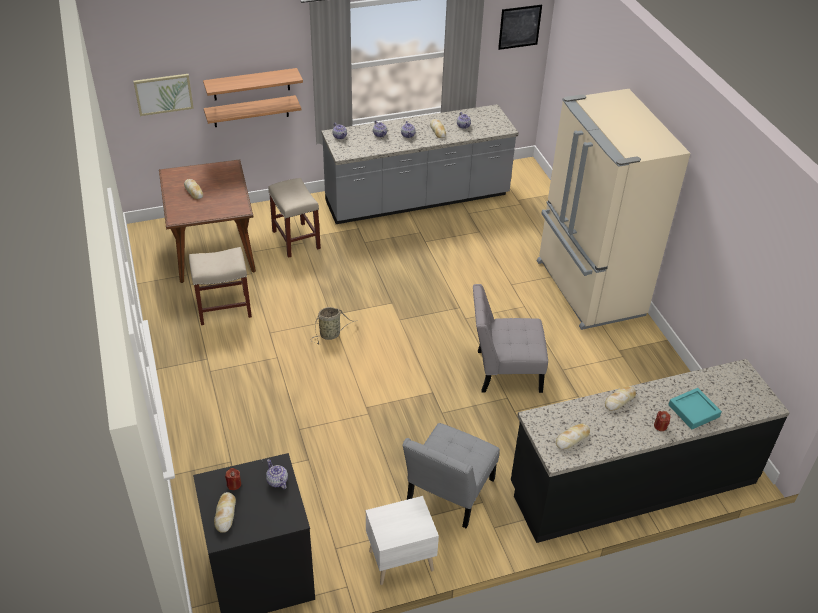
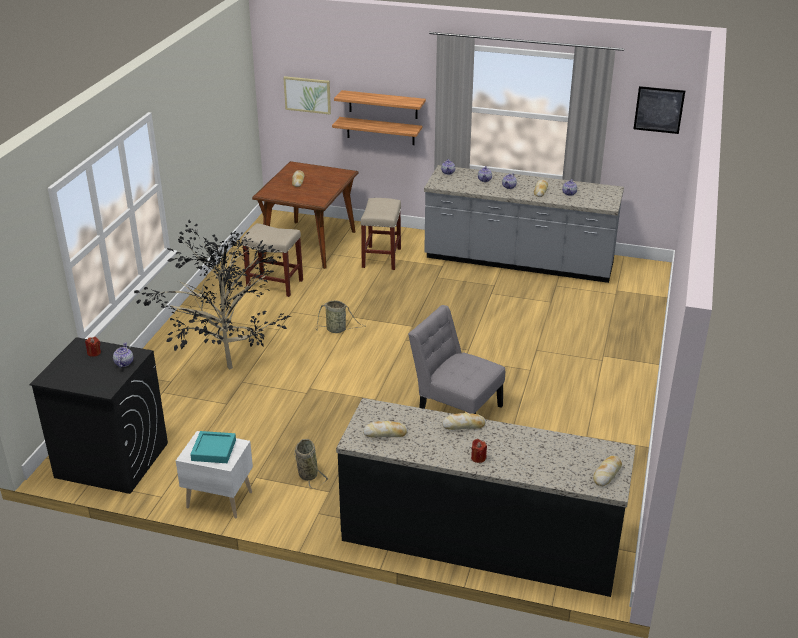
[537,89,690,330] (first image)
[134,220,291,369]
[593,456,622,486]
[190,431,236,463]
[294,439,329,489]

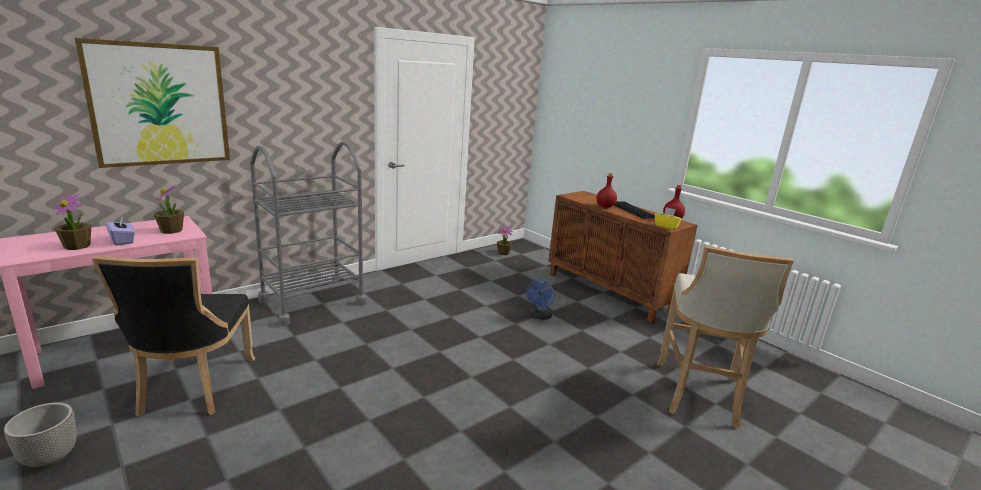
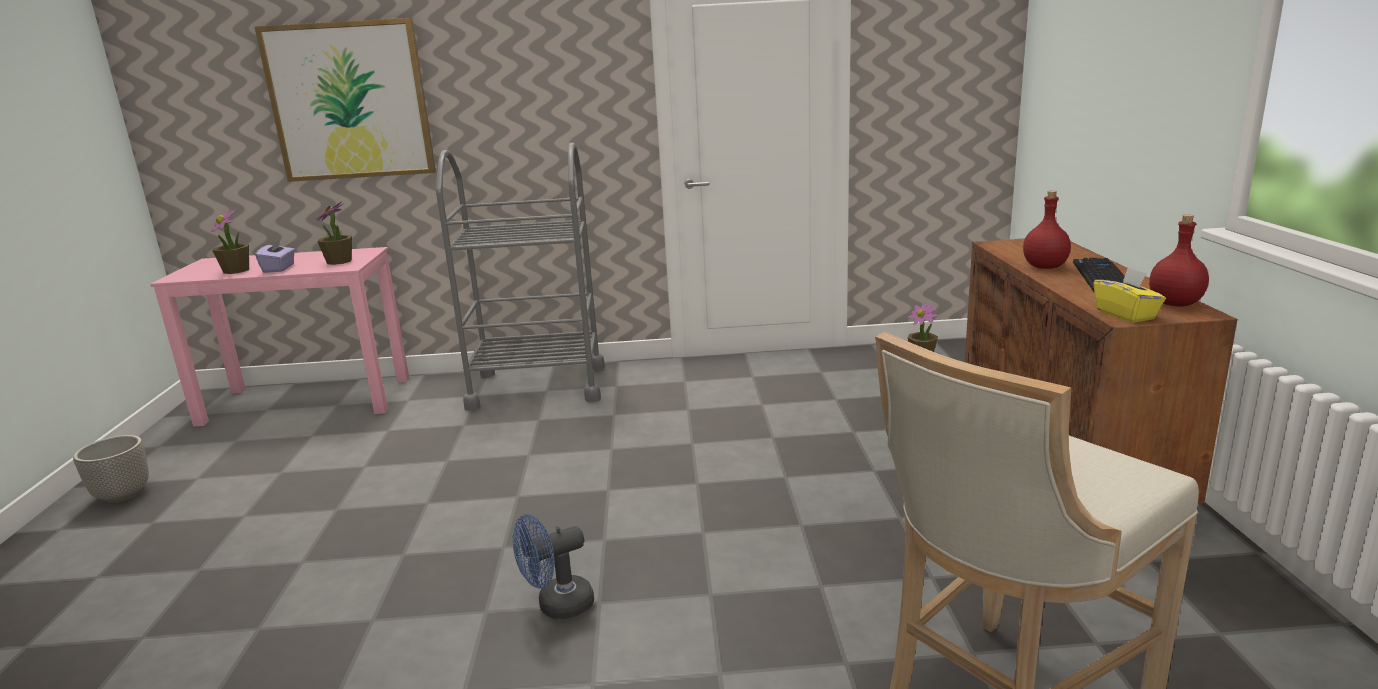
[92,256,255,417] (first image)
[512,514,594,619]

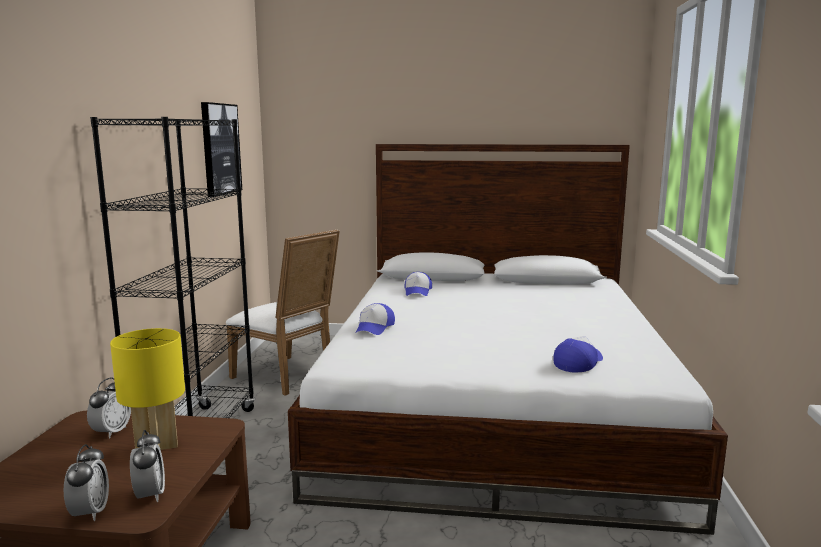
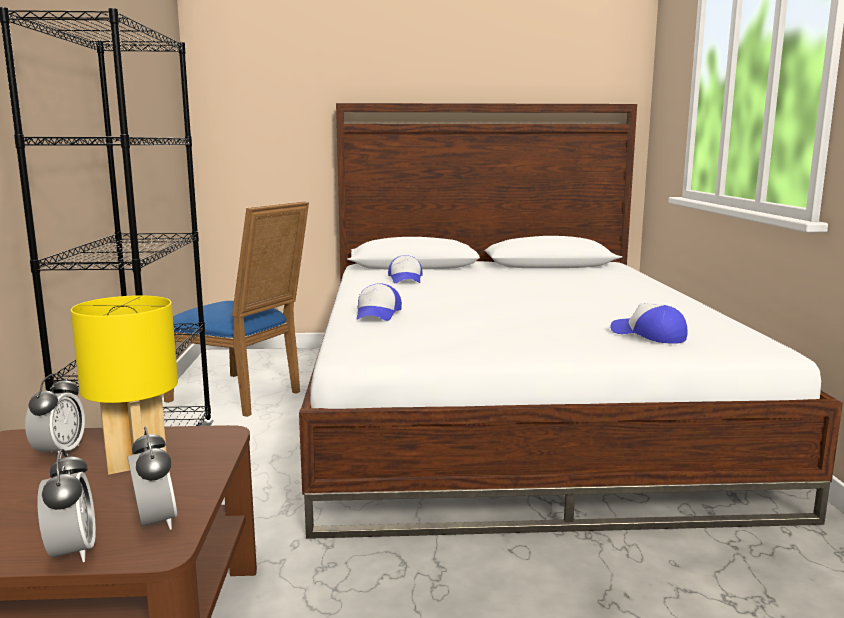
[201,102,242,197] (first image)
[164,201,309,417]
[610,303,688,344]

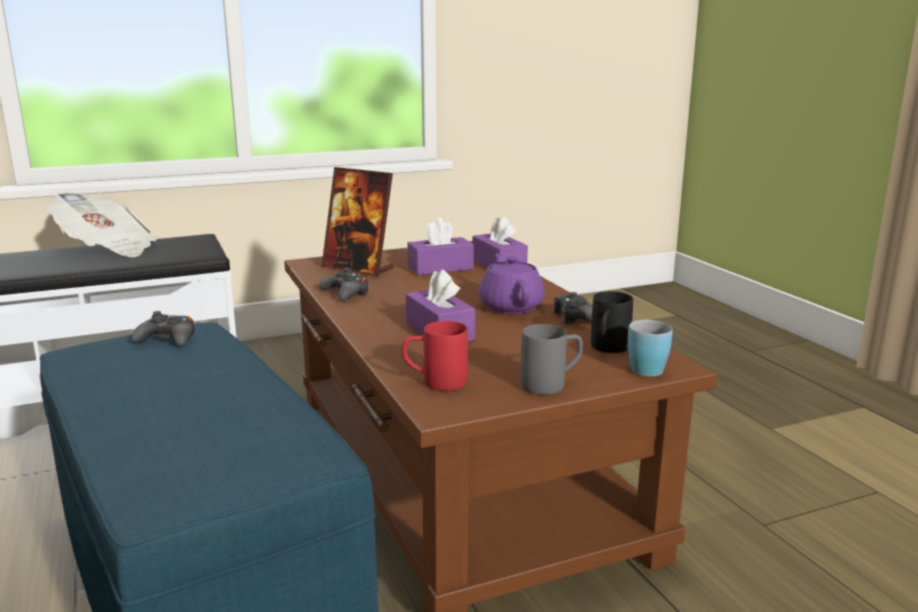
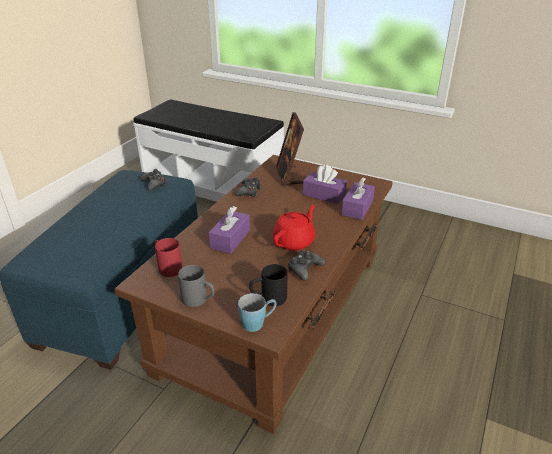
[47,192,157,257] (first image)
[273,205,315,251]

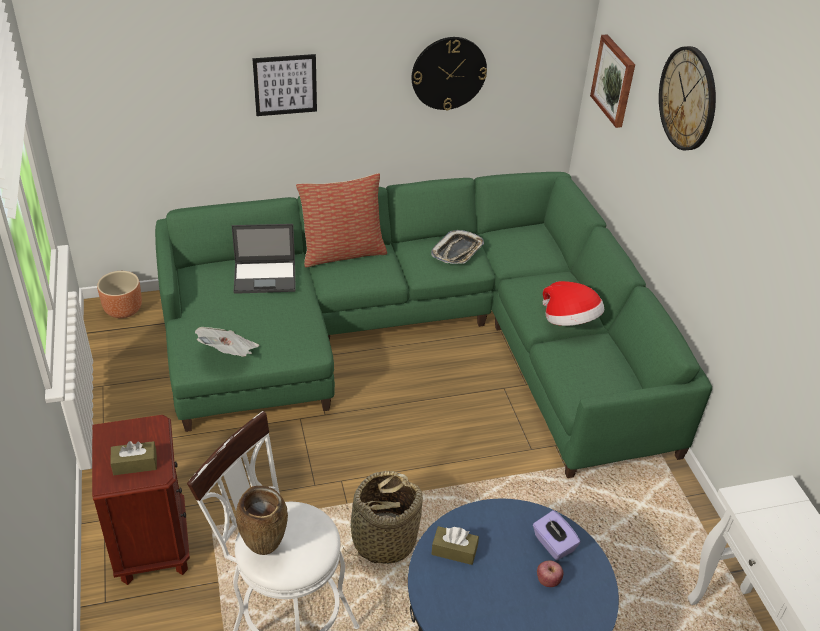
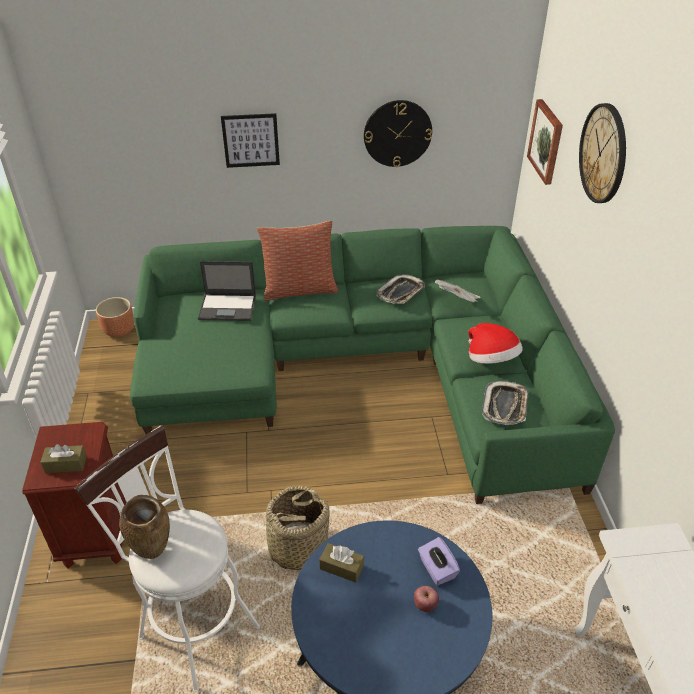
[482,381,529,425]
[435,280,481,303]

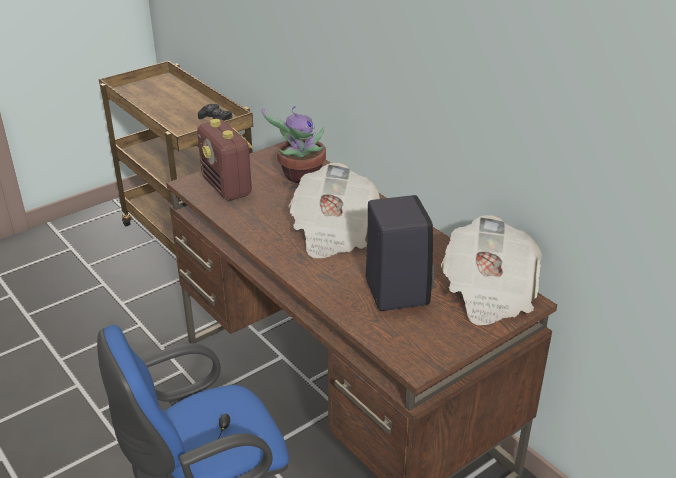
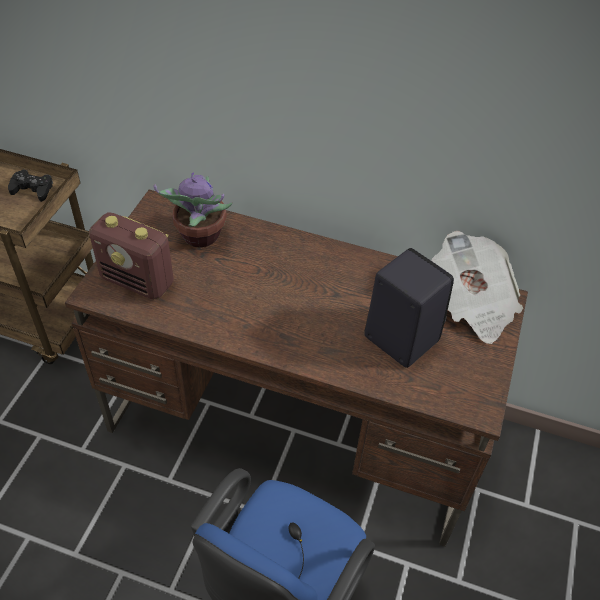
[289,163,380,258] (first image)

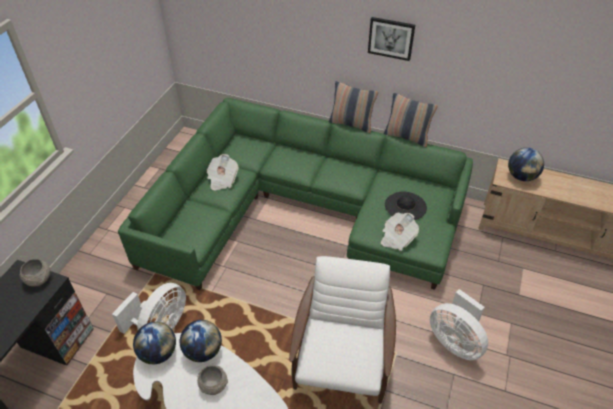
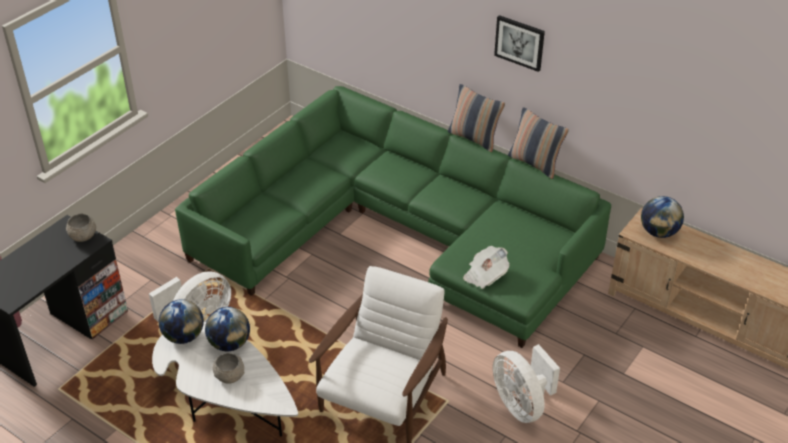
[207,154,239,190] (first image)
[385,191,427,220] (first image)

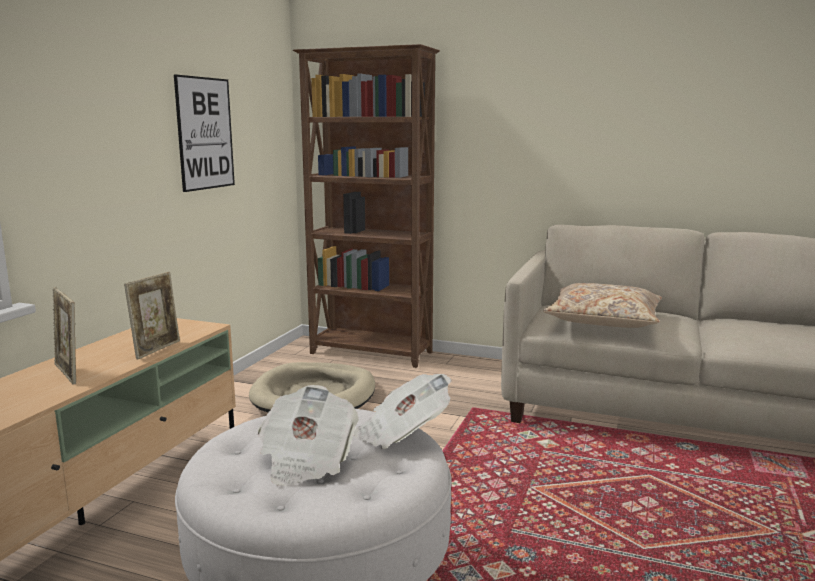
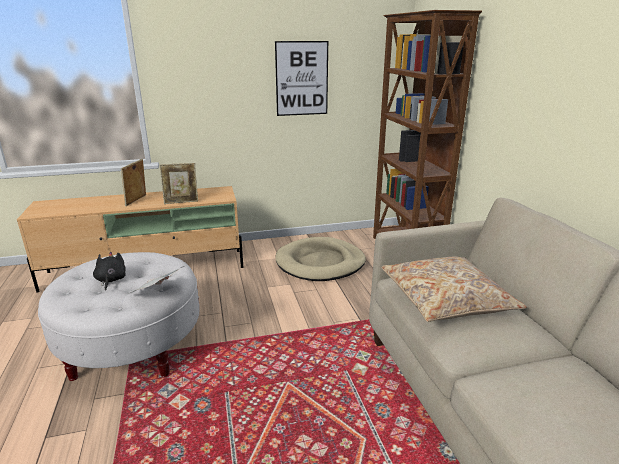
[93,252,126,291]

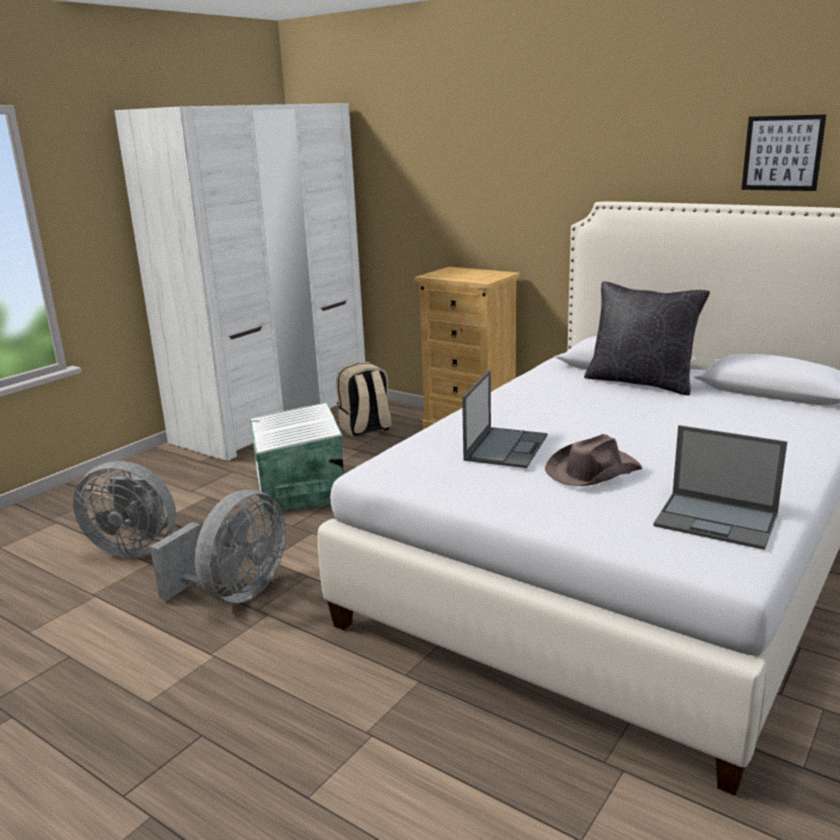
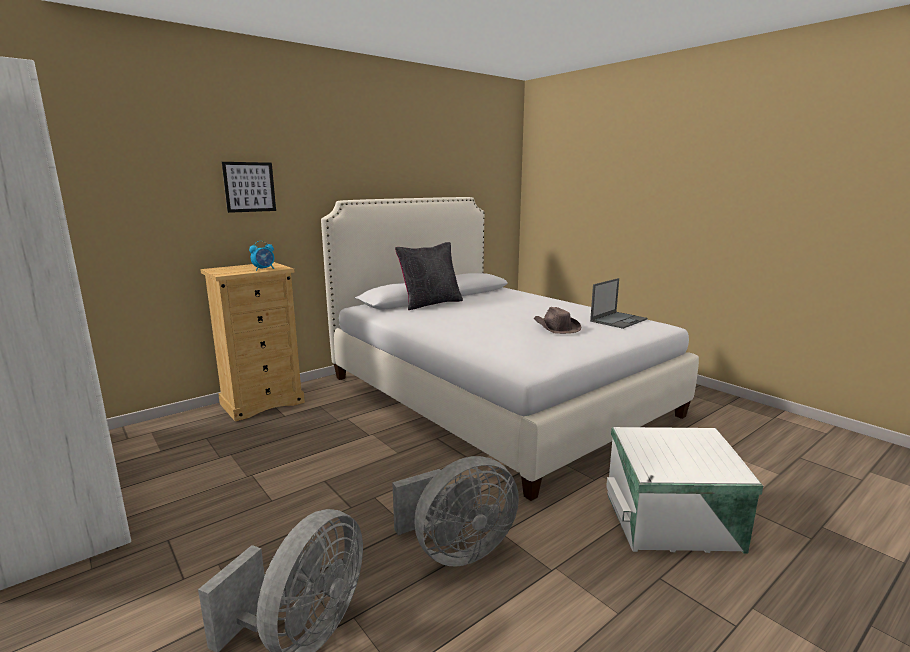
[336,362,392,436] (first image)
[462,370,548,468] (first image)
[249,241,274,271]
[606,427,763,553]
[222,162,276,213]
[392,456,519,567]

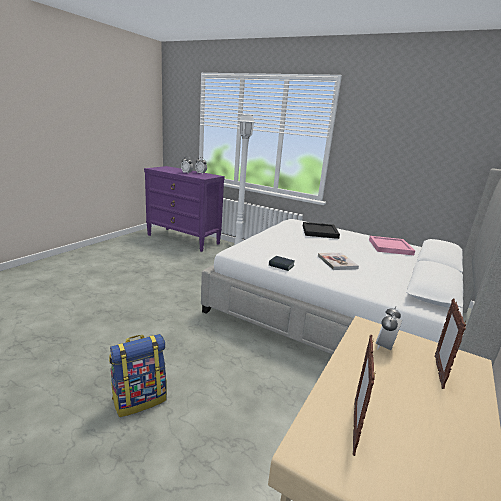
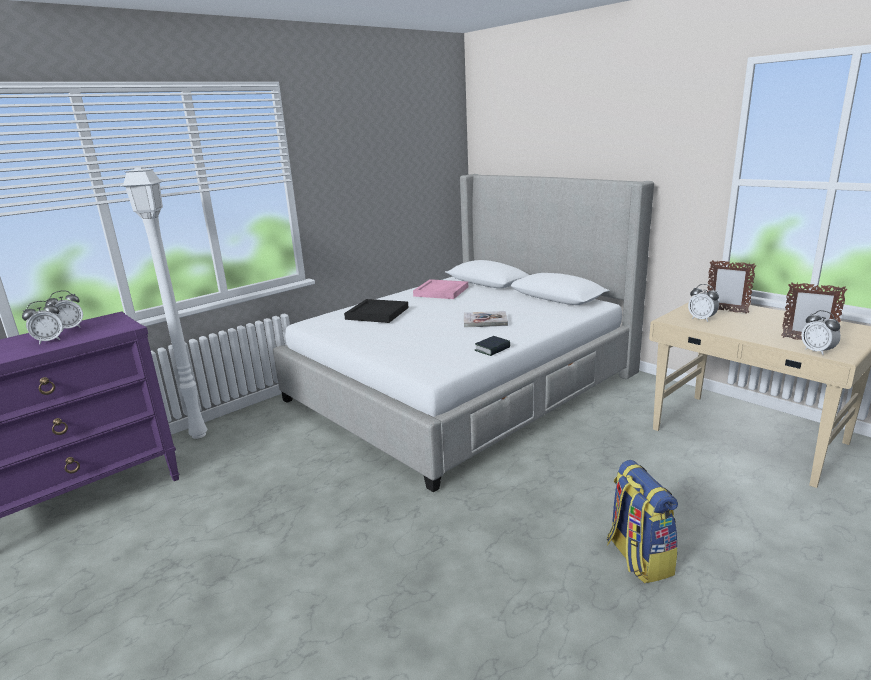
[801,310,841,355]

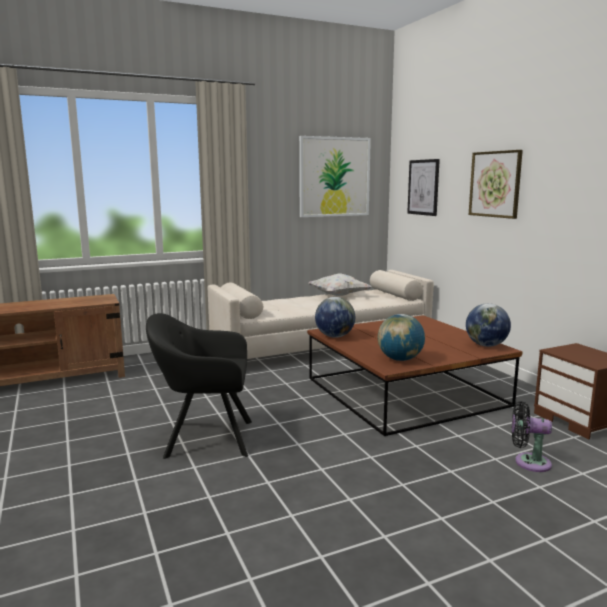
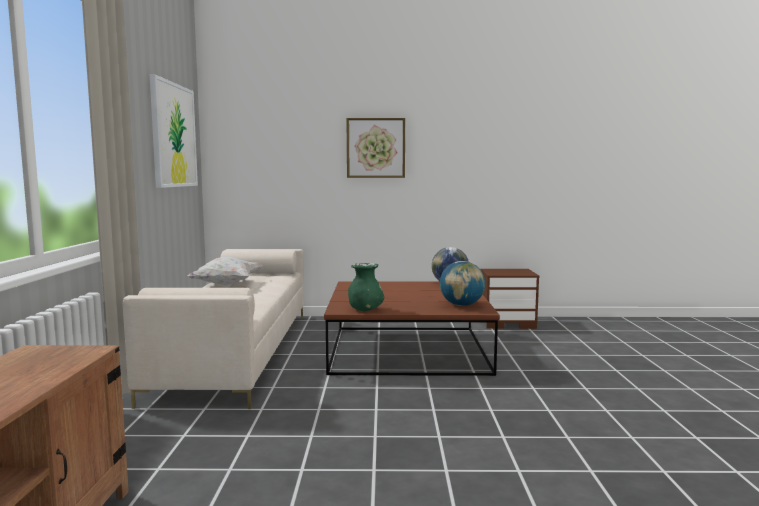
[146,313,252,459] (first image)
[407,159,440,216] (first image)
[512,401,552,472] (first image)
[348,263,384,311]

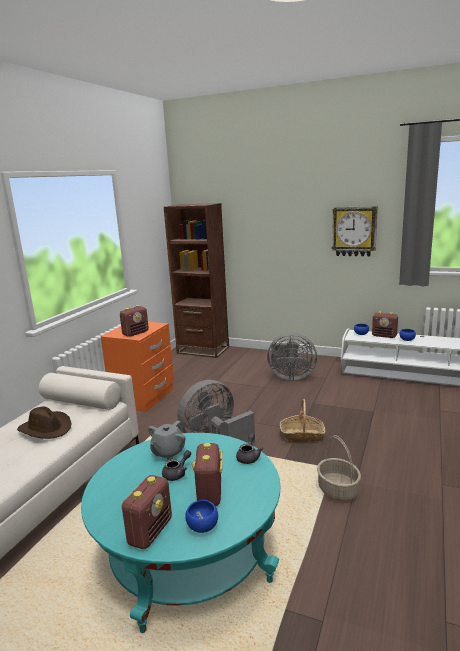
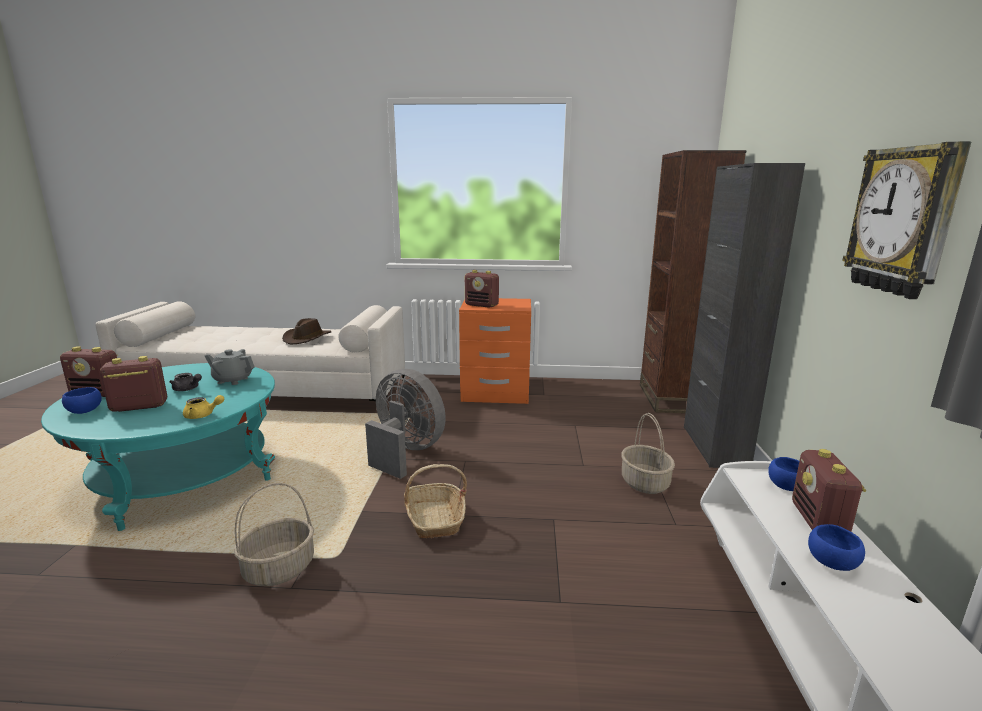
[684,163,805,468]
[621,413,675,494]
[183,395,224,419]

